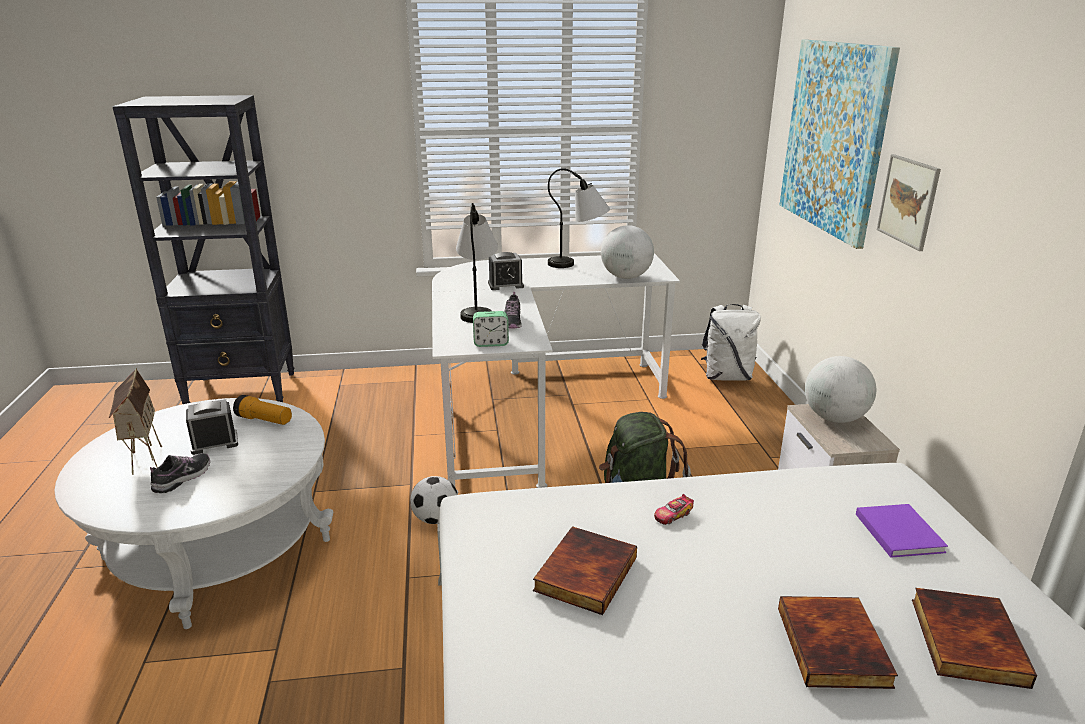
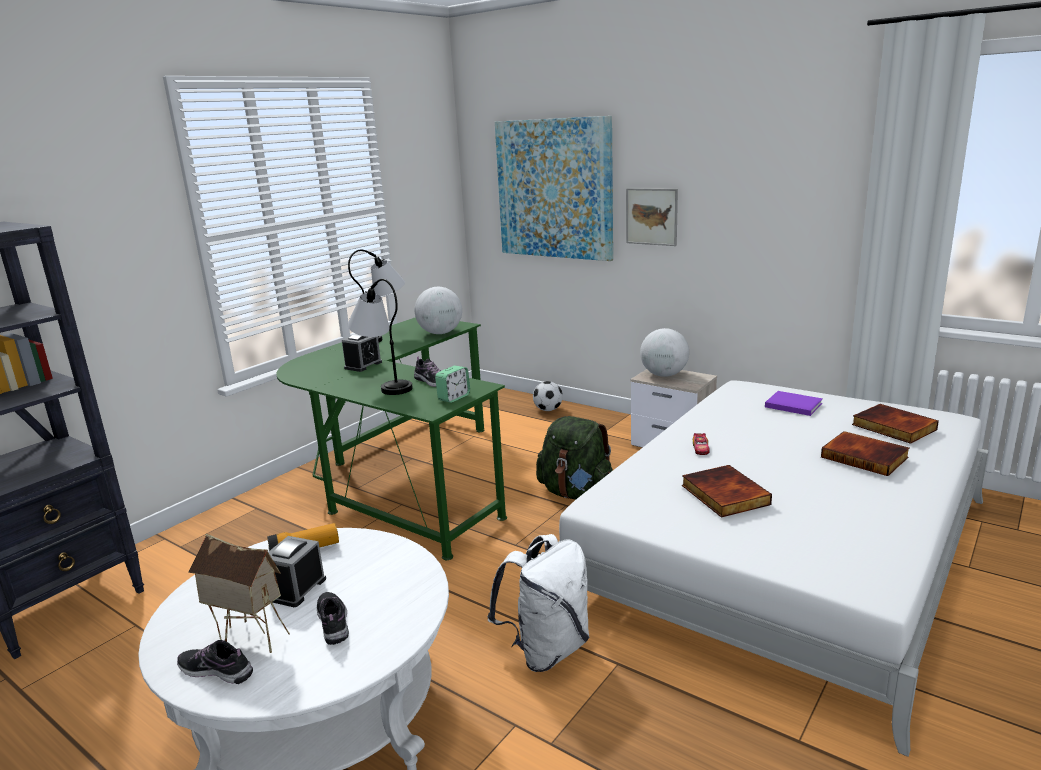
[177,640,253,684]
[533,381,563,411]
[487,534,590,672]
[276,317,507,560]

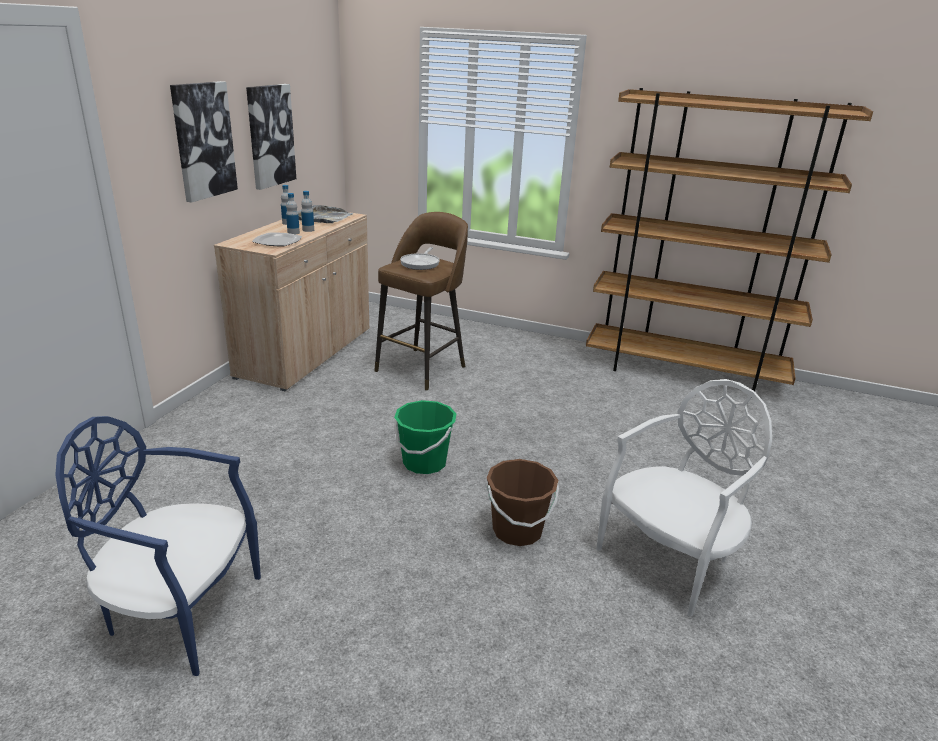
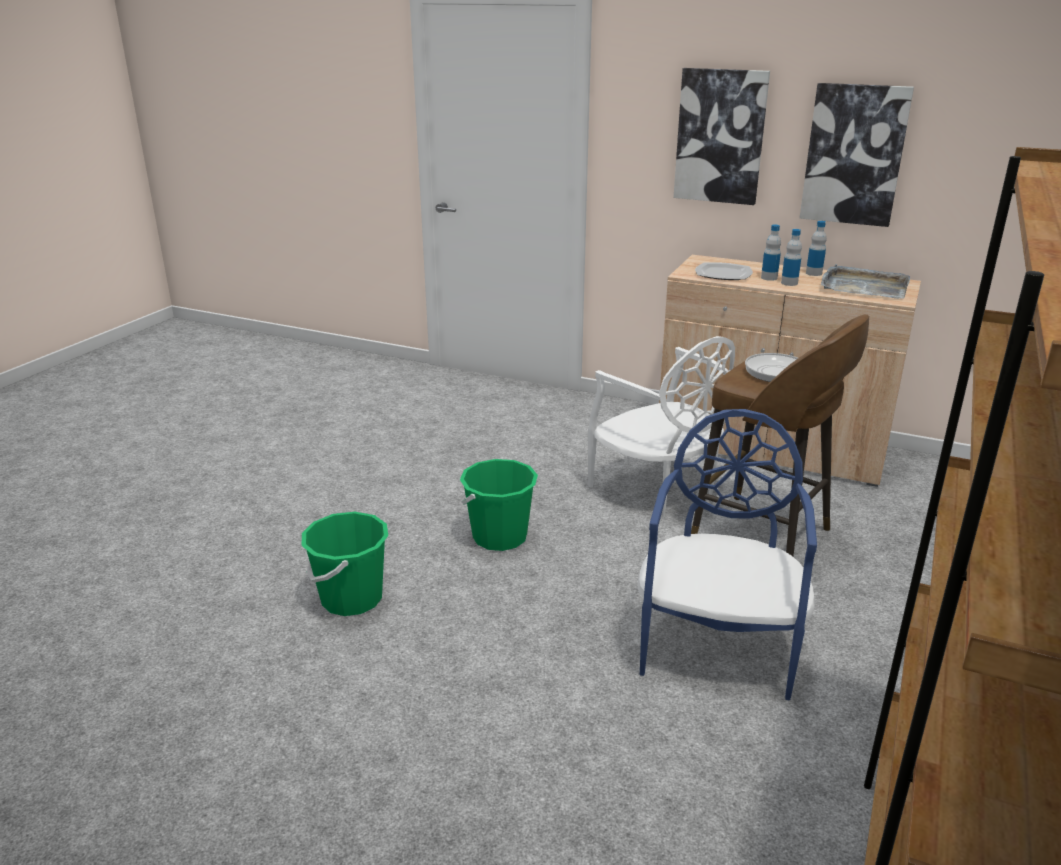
[637,409,817,700]
[588,336,735,517]
[302,512,388,616]

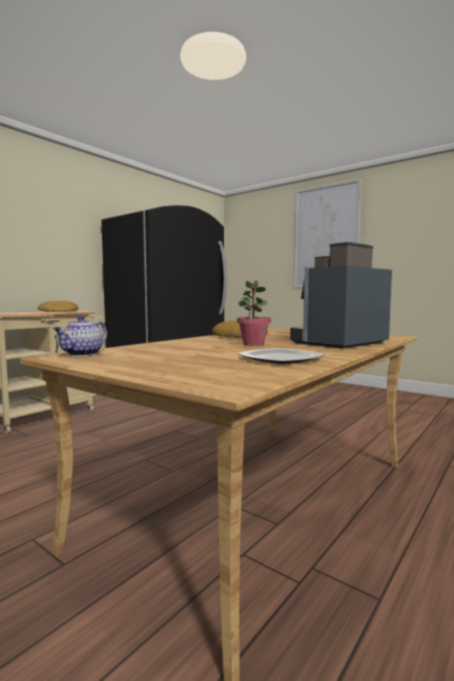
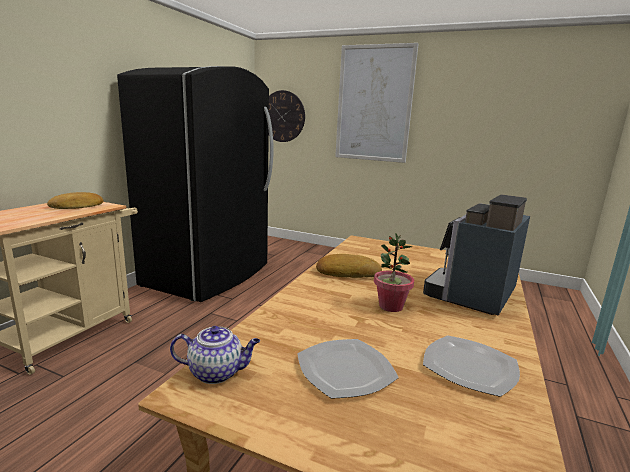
[269,90,305,142]
[297,339,399,399]
[170,326,260,384]

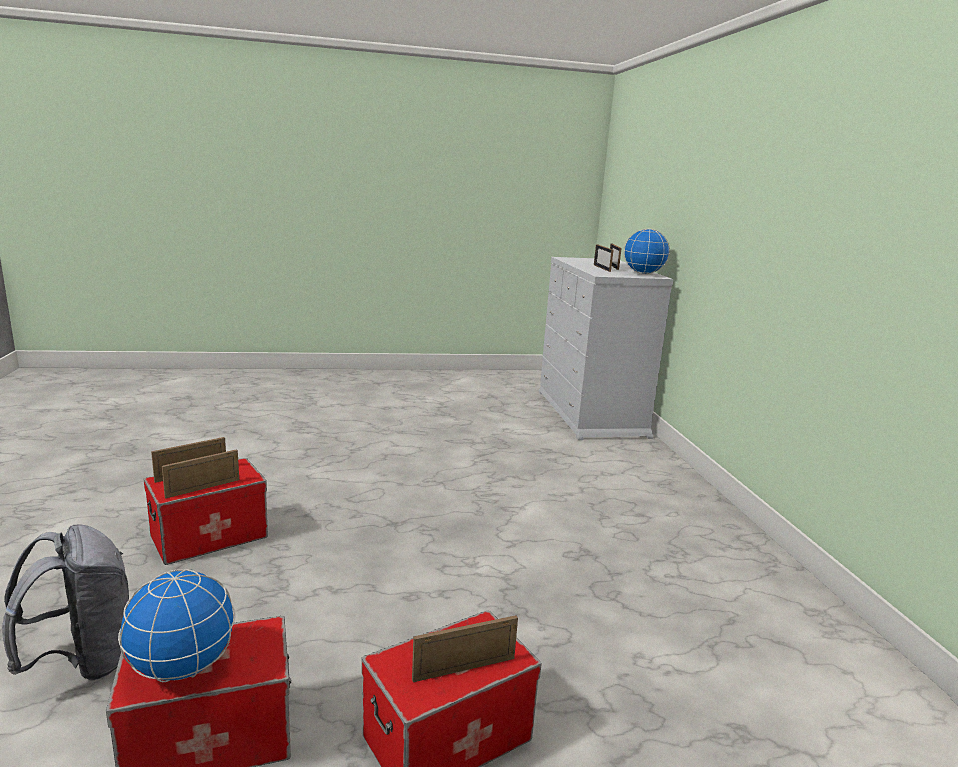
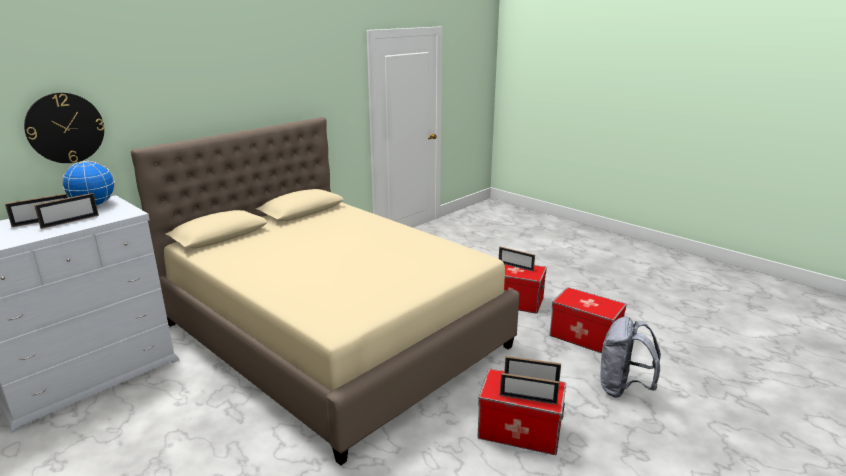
[118,569,236,682] (first image)
[24,93,104,163]
[131,117,519,465]

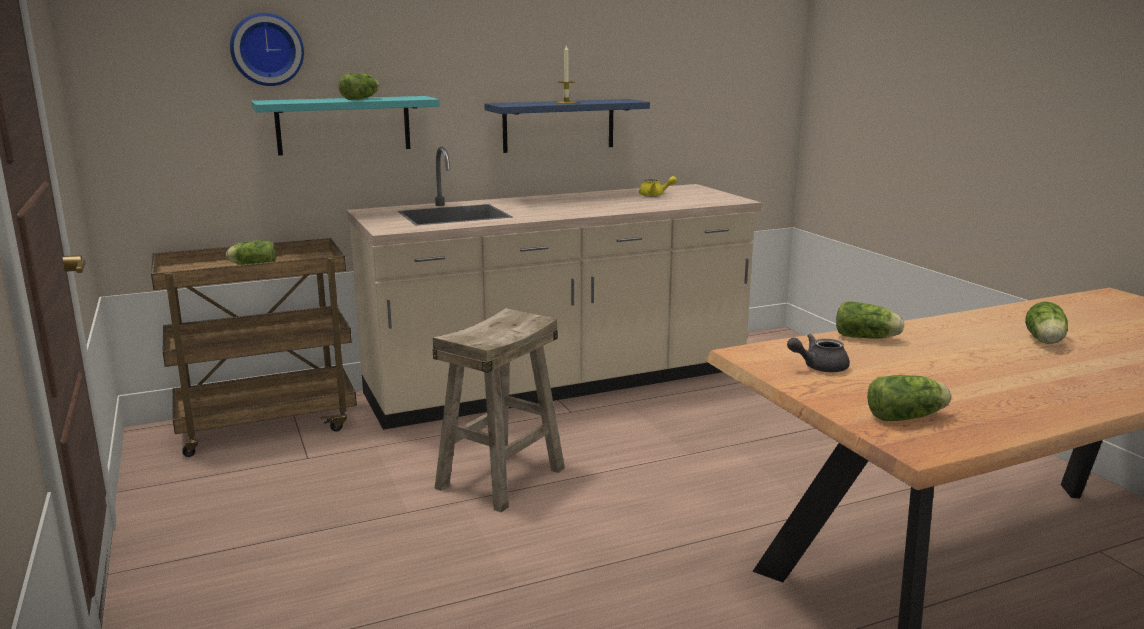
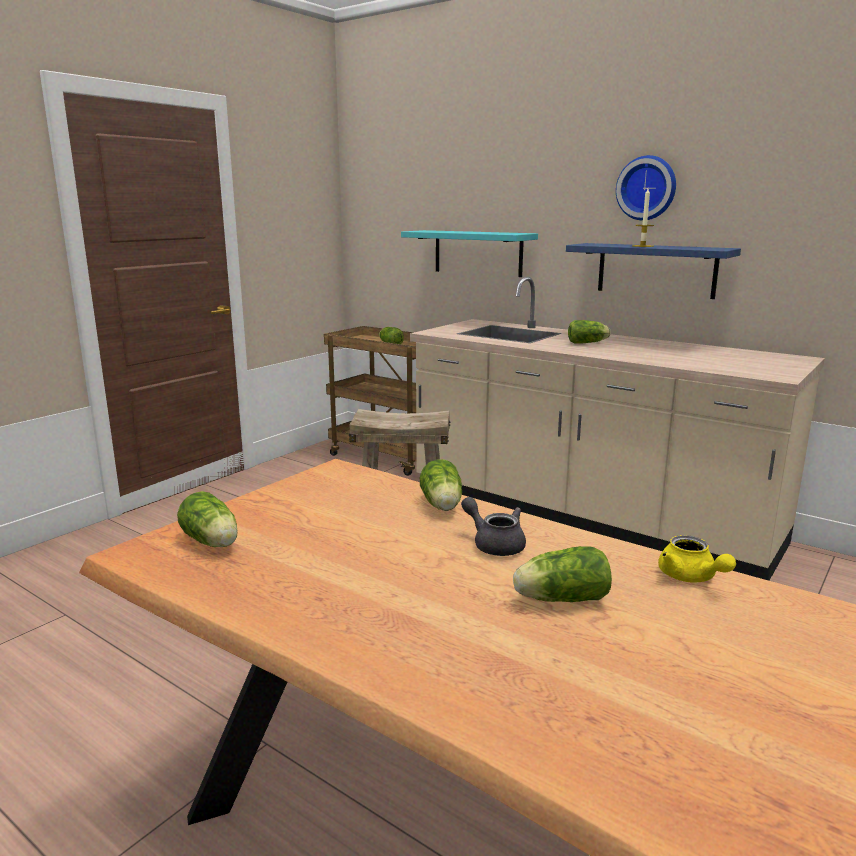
[616,155,676,220]
[568,320,610,343]
[658,535,736,583]
[461,497,526,556]

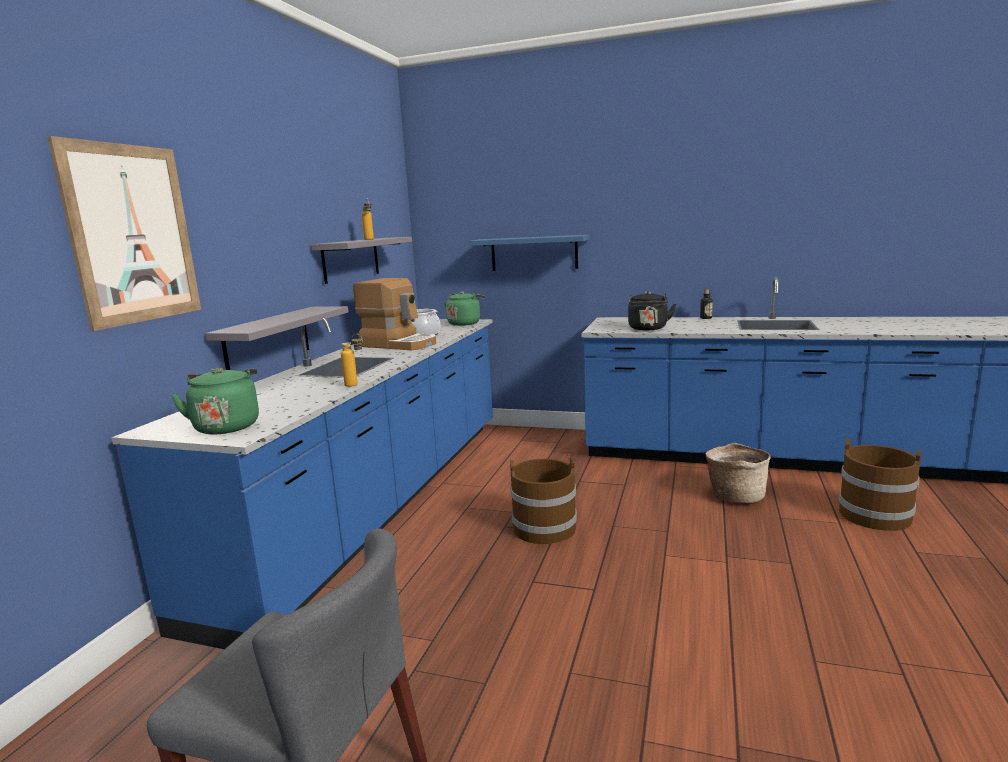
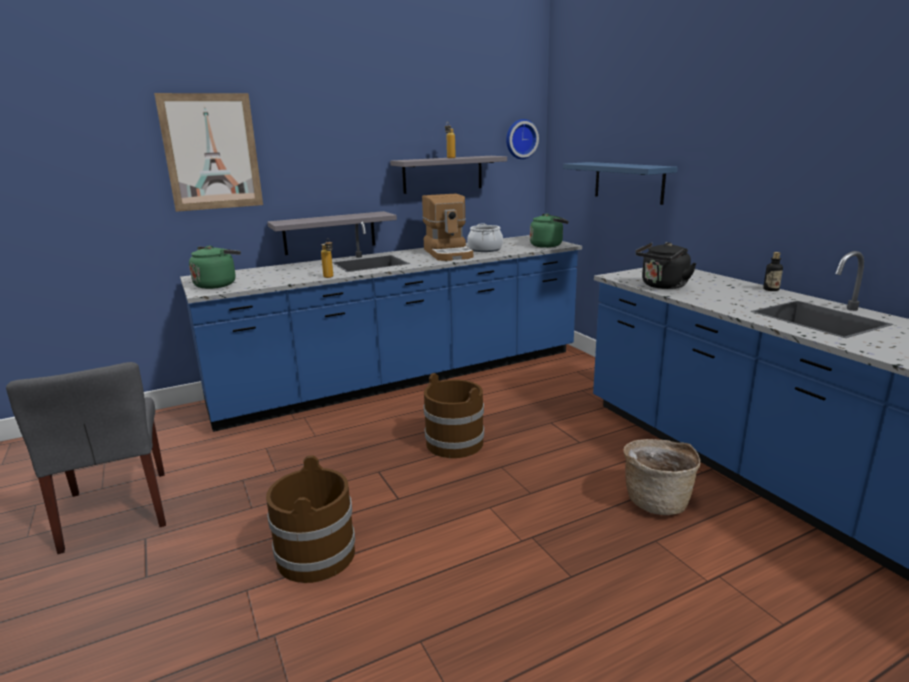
[506,119,539,159]
[266,455,355,583]

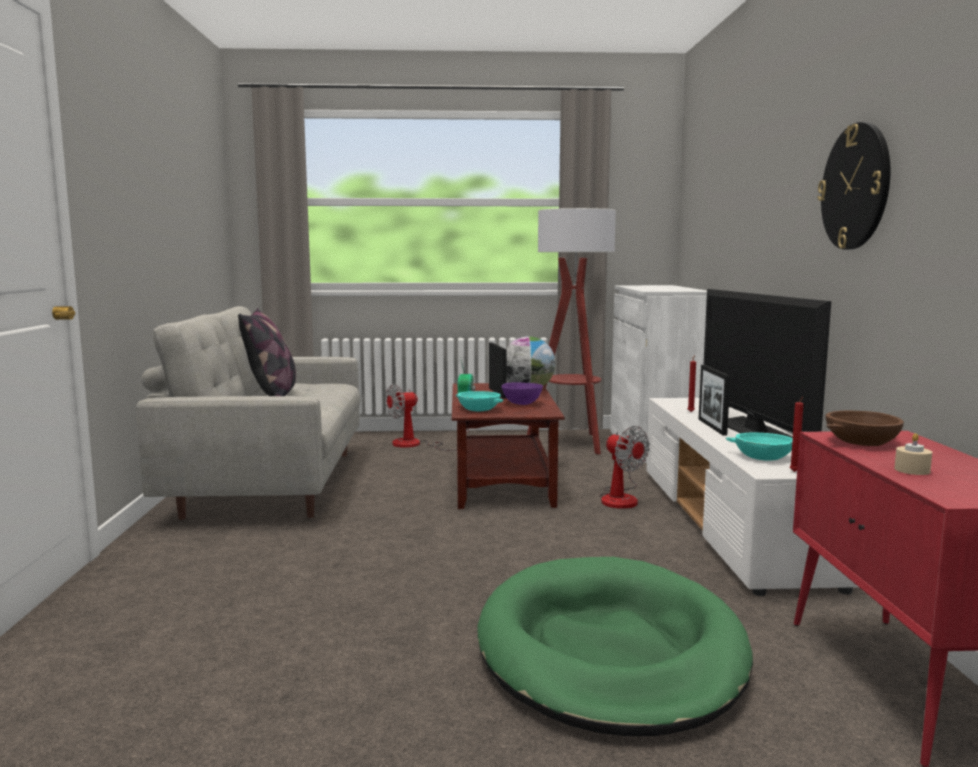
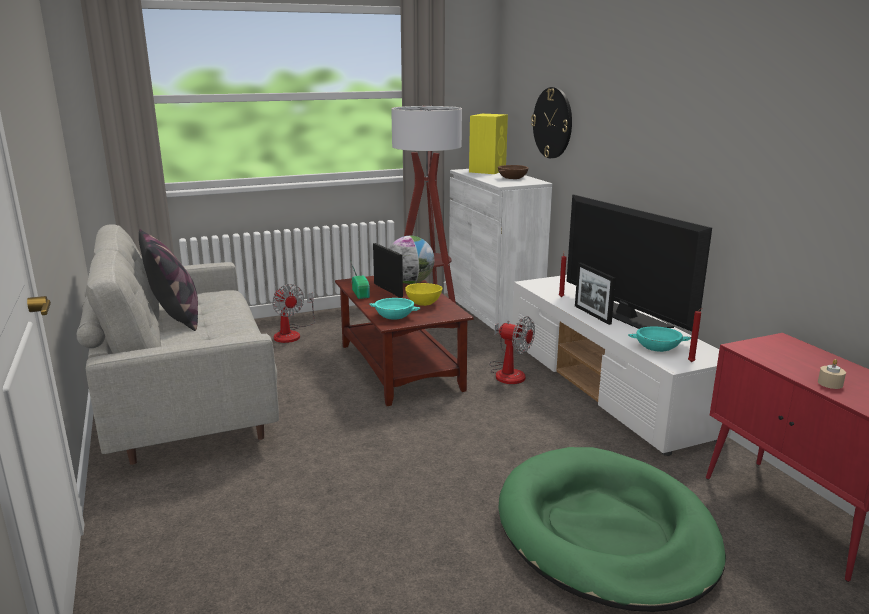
[469,114,508,174]
[531,87,572,158]
[498,165,528,179]
[405,283,442,306]
[272,284,315,343]

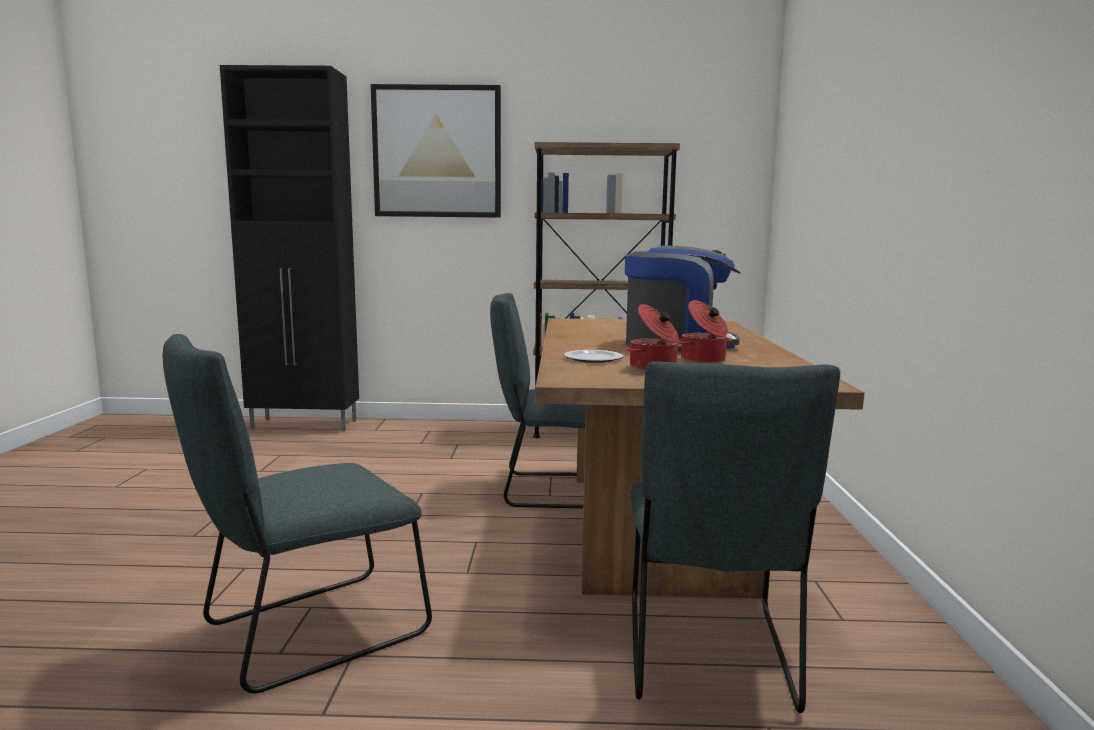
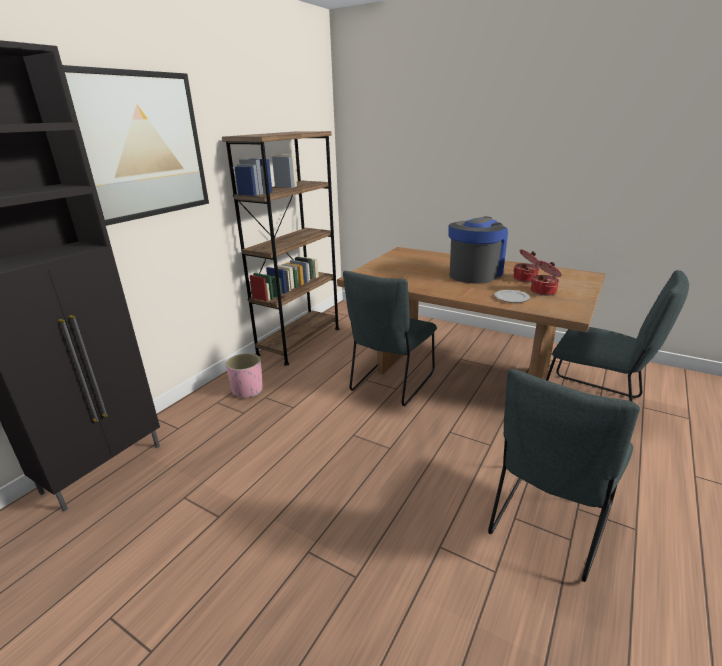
[226,353,263,398]
[488,369,640,582]

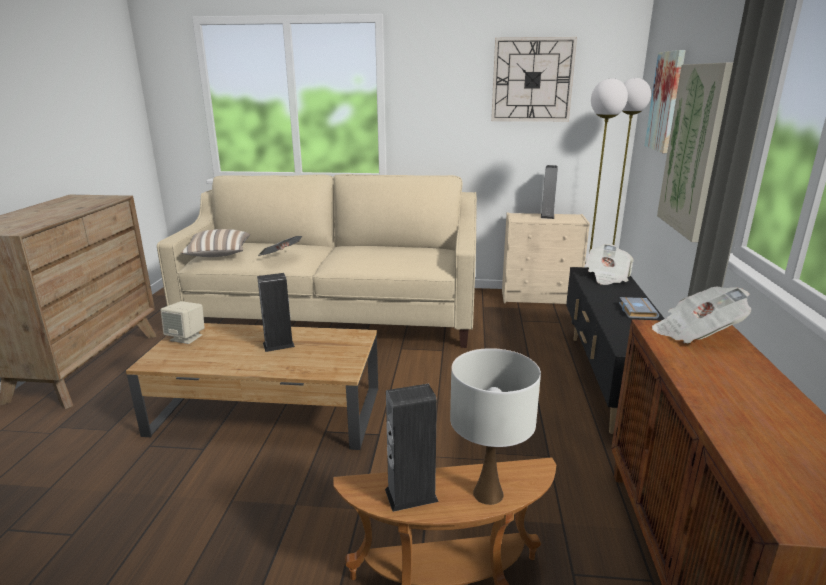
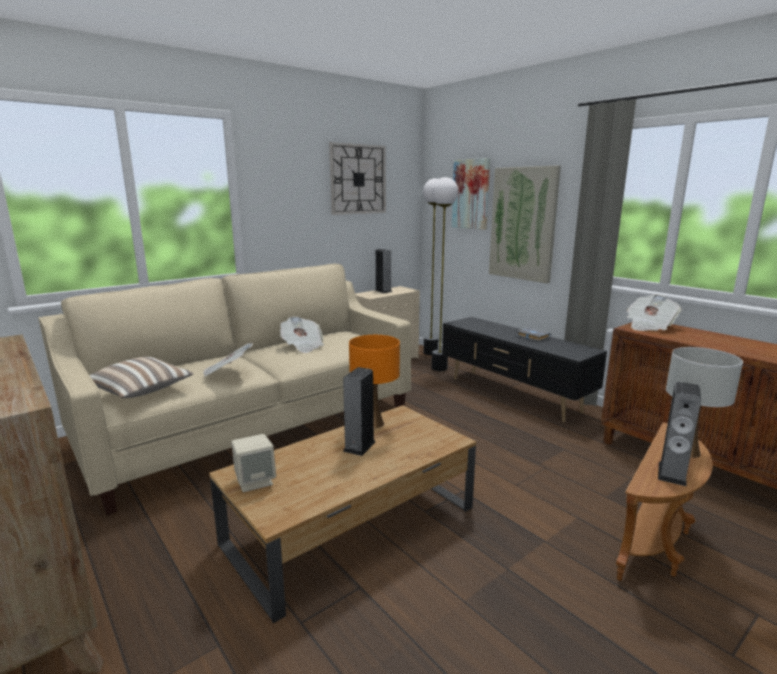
[349,335,400,428]
[280,316,324,353]

